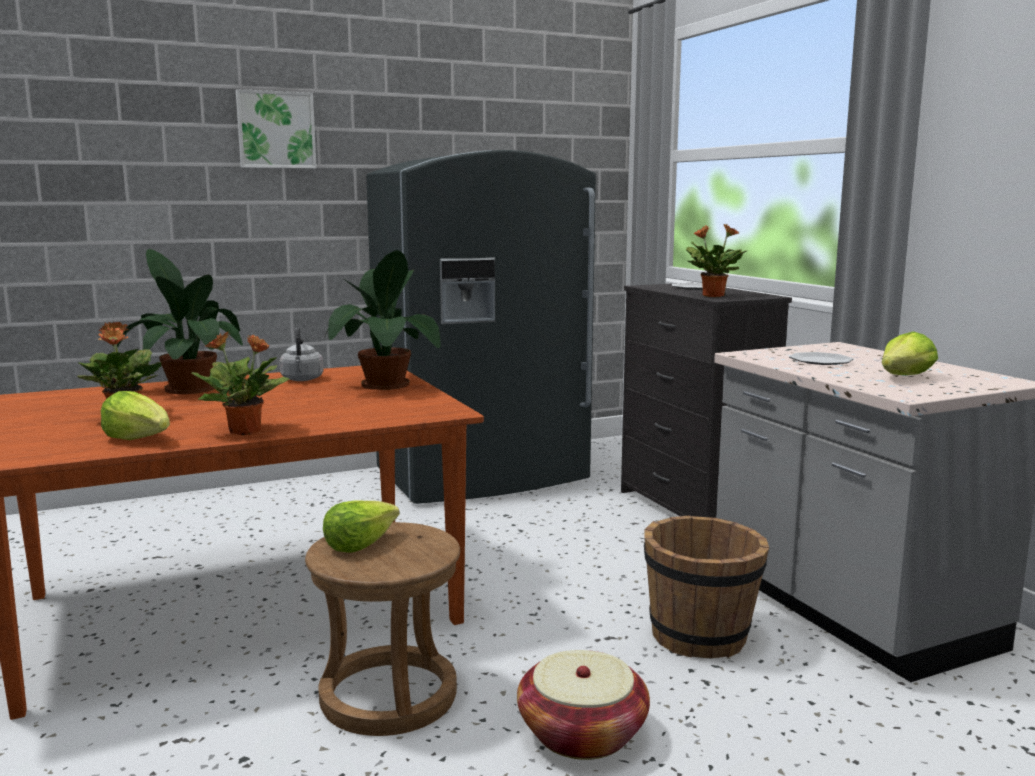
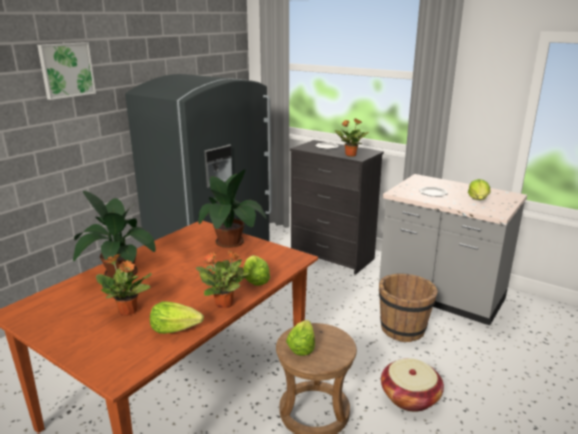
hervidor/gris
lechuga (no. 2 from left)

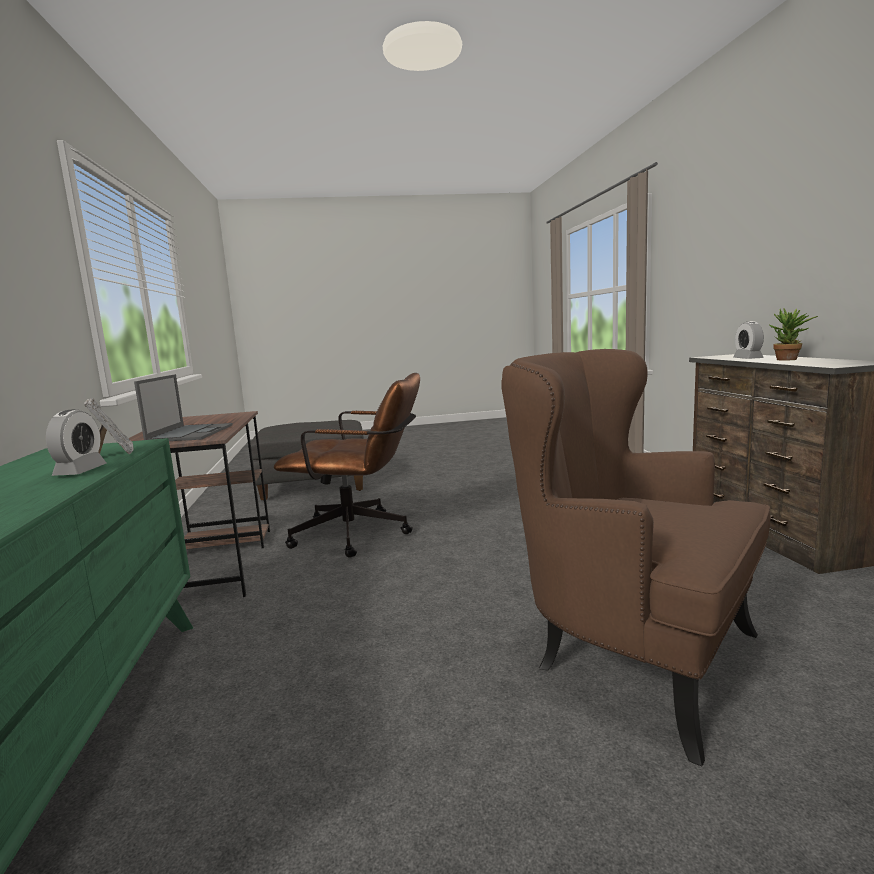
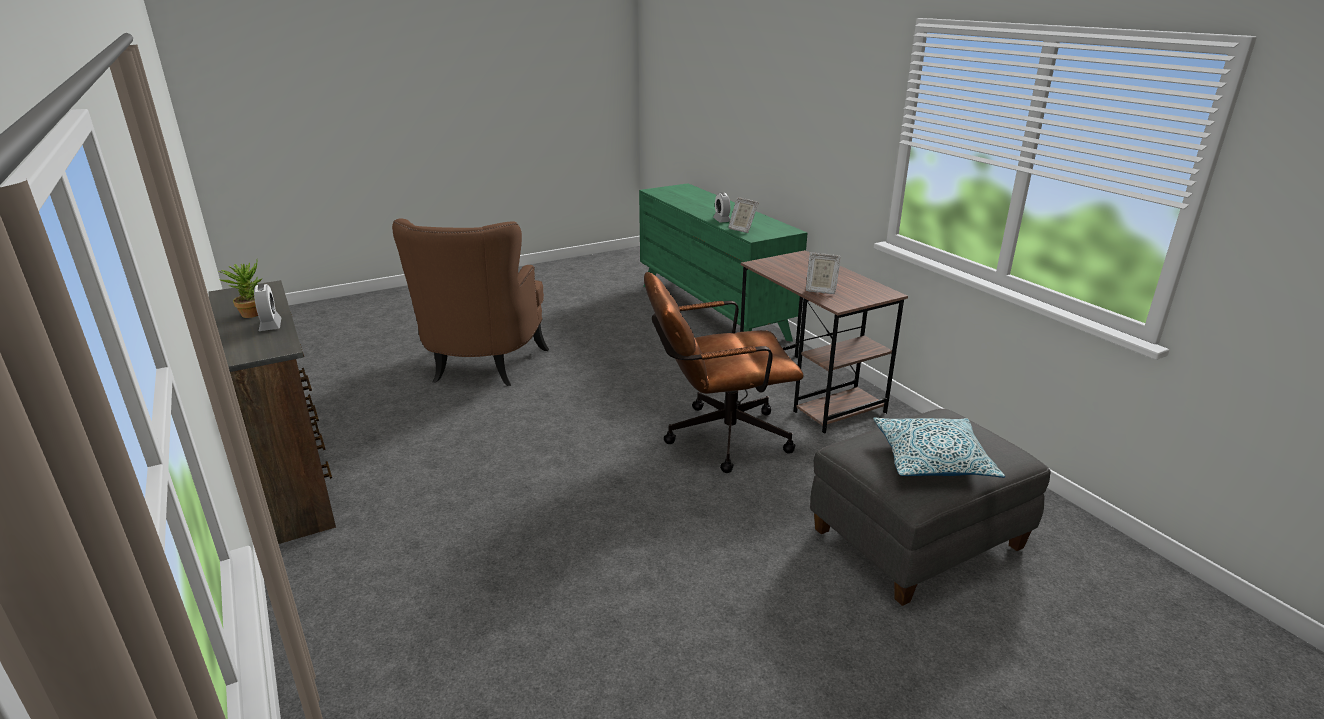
portátil
portarretratos (no. 2 from left)
cojín
sillón/marrón

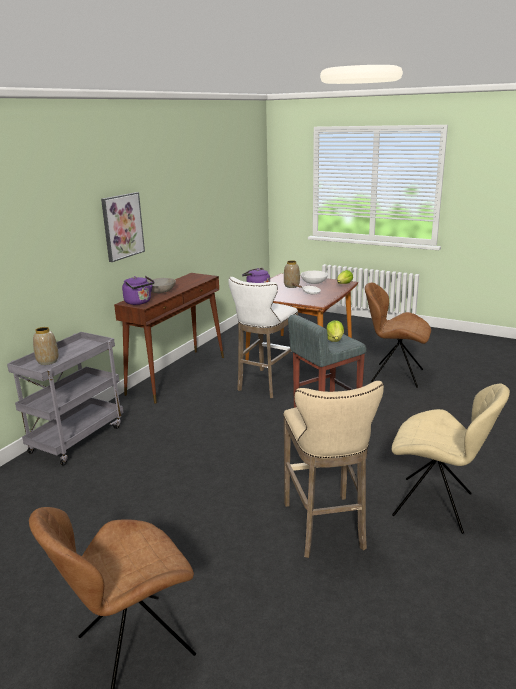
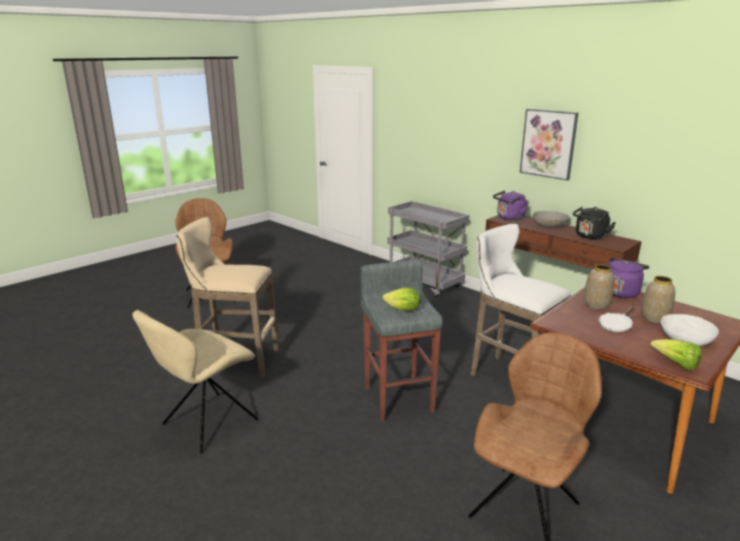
hervidor/negro
florero (no. 1 from left)

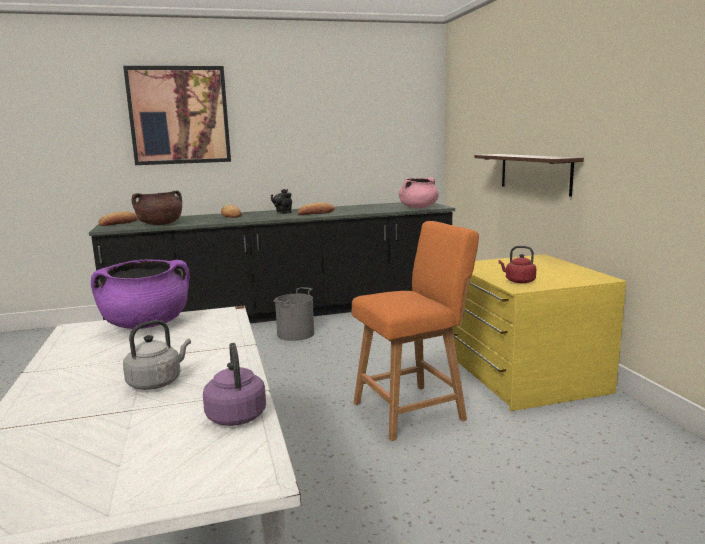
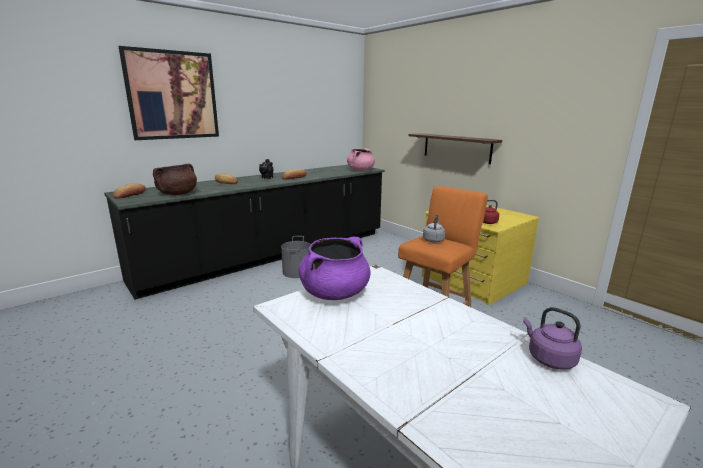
hervidor/gris

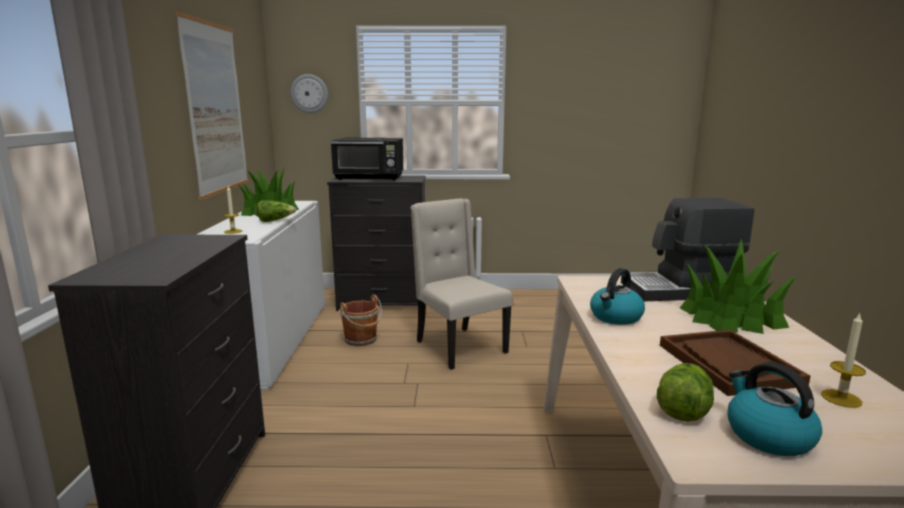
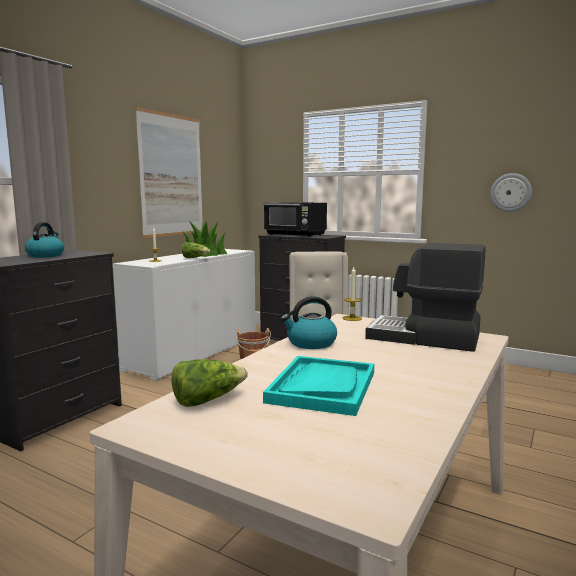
planta en maceta (no. 2 from left in the first image)
reloj de pared
hervidor (no. 1 from left)
vela (no. 2 from left)
bandeja/turquesa

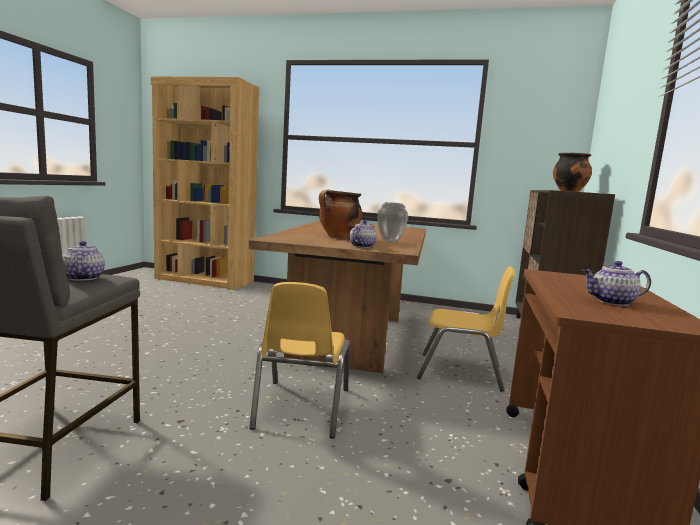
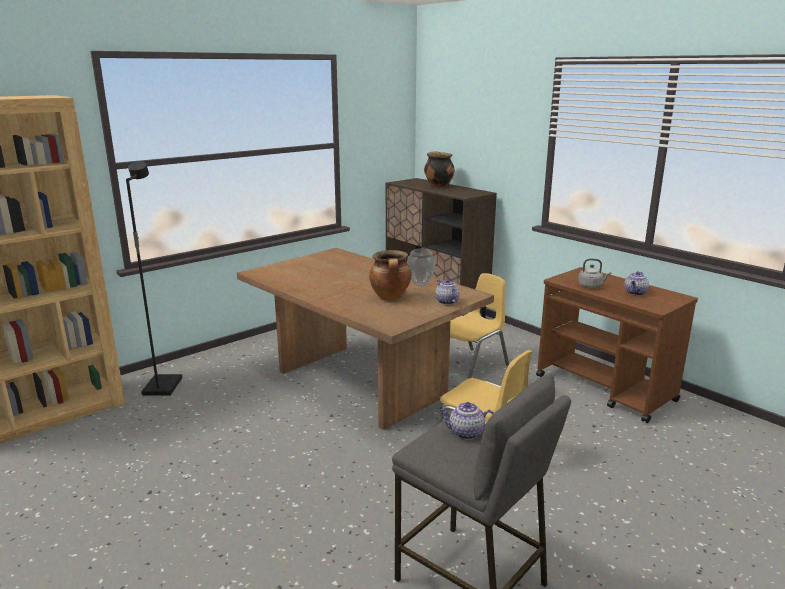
lámpara de pie/negro
hervidor/gris

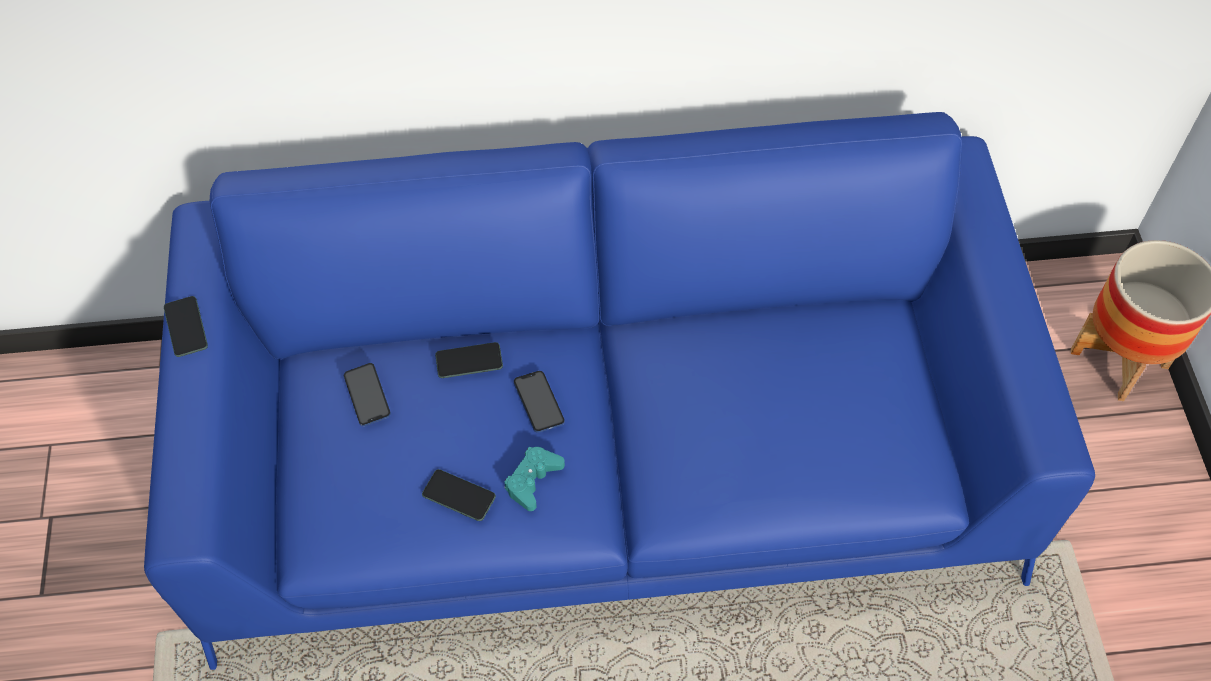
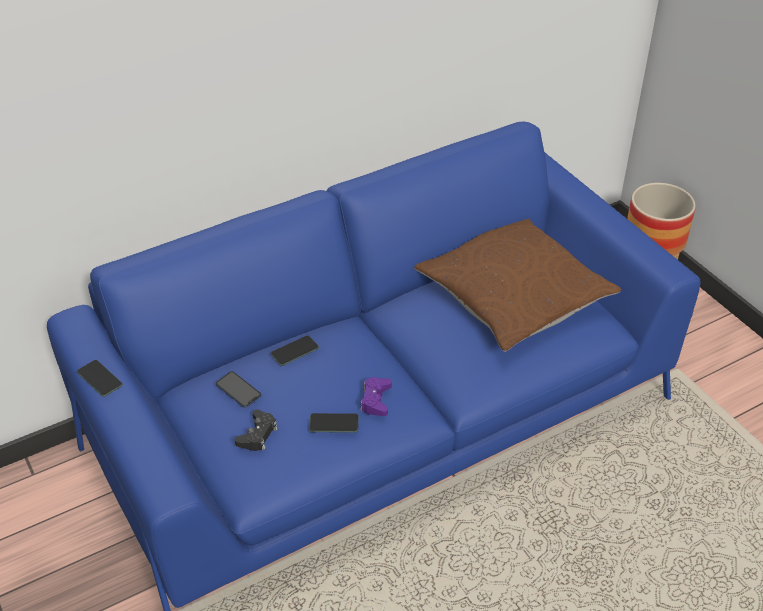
móvil (no. 5 from left in the first image)
mando de consola/negro
cojín/marrón
mando de consola/morado

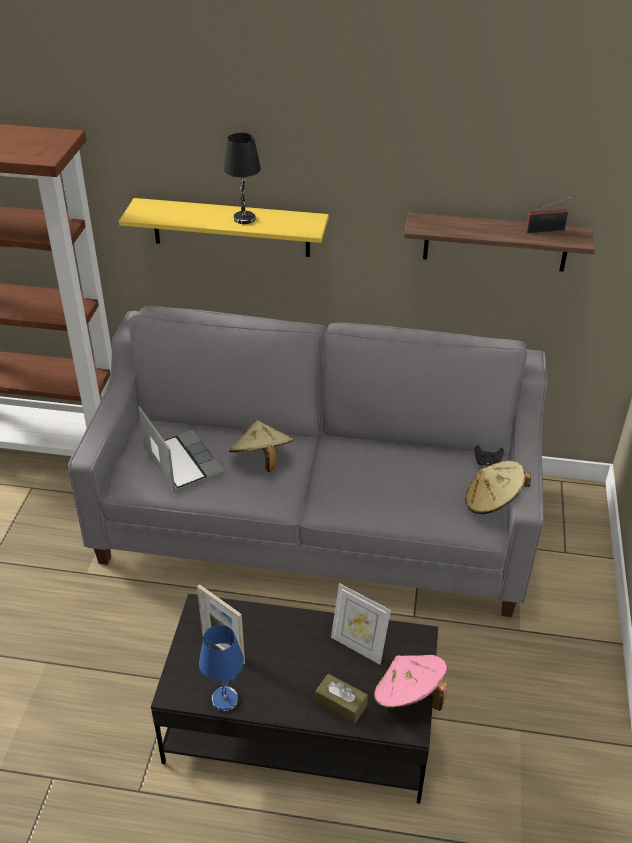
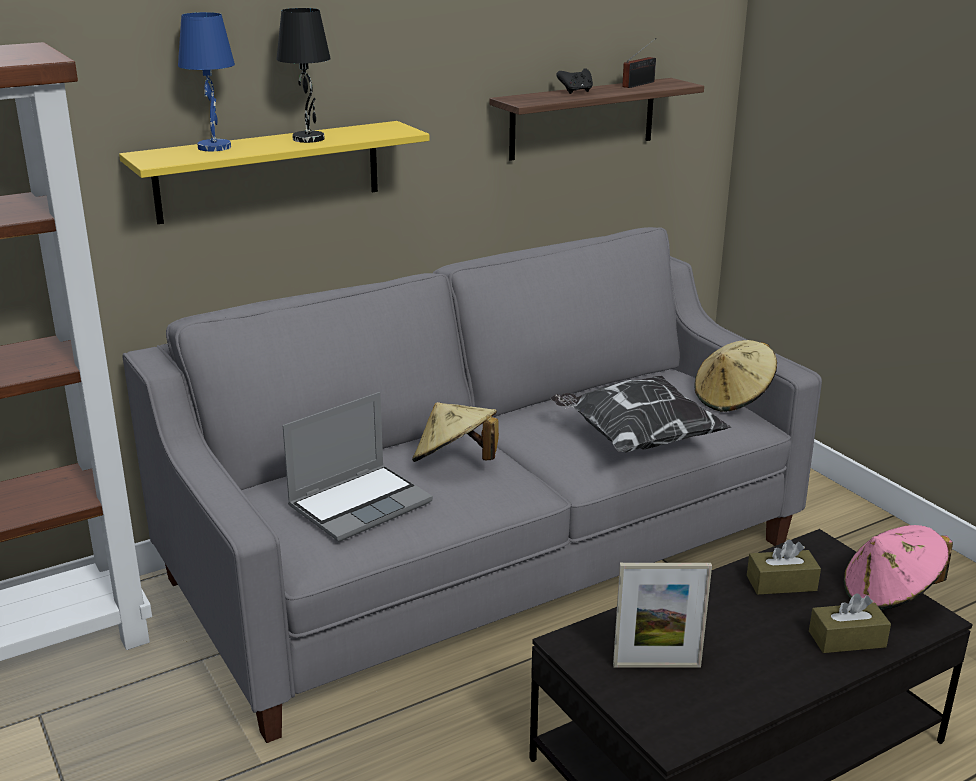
cojín
lámpara de mesa/azul
mando de consola/negro
caja de pañuelos/marrón (no. 1 from left)
portátil

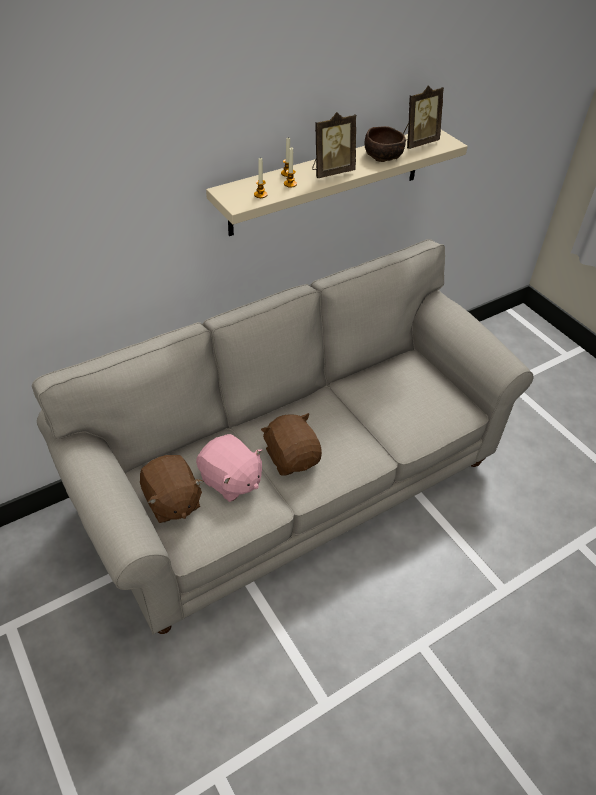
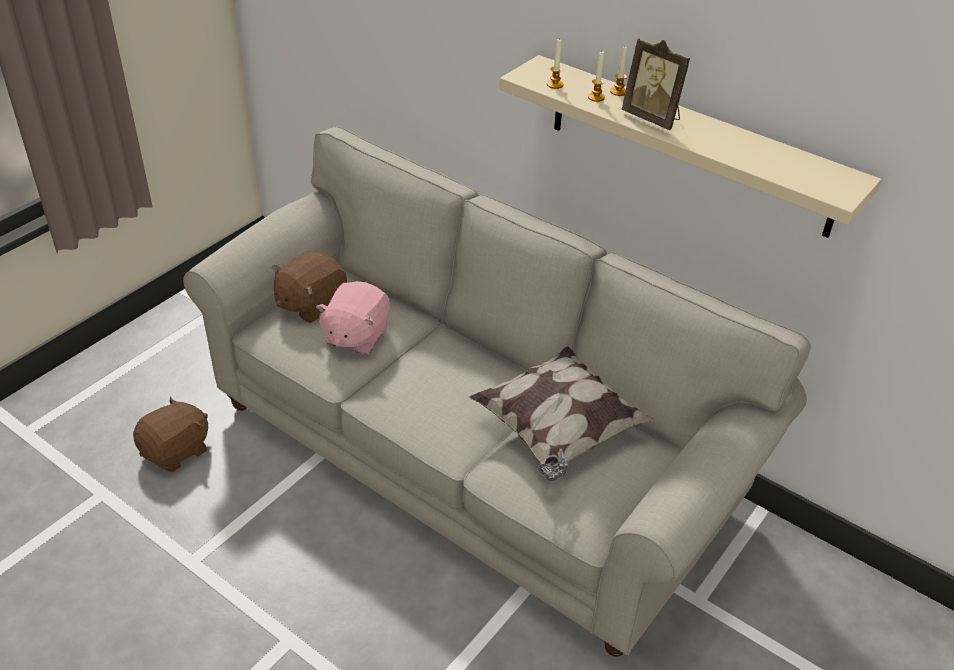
cuenco/marrón
portarretratos (no. 2 from left in the first image)
cojín
peluche/marrón (no. 1 from left)

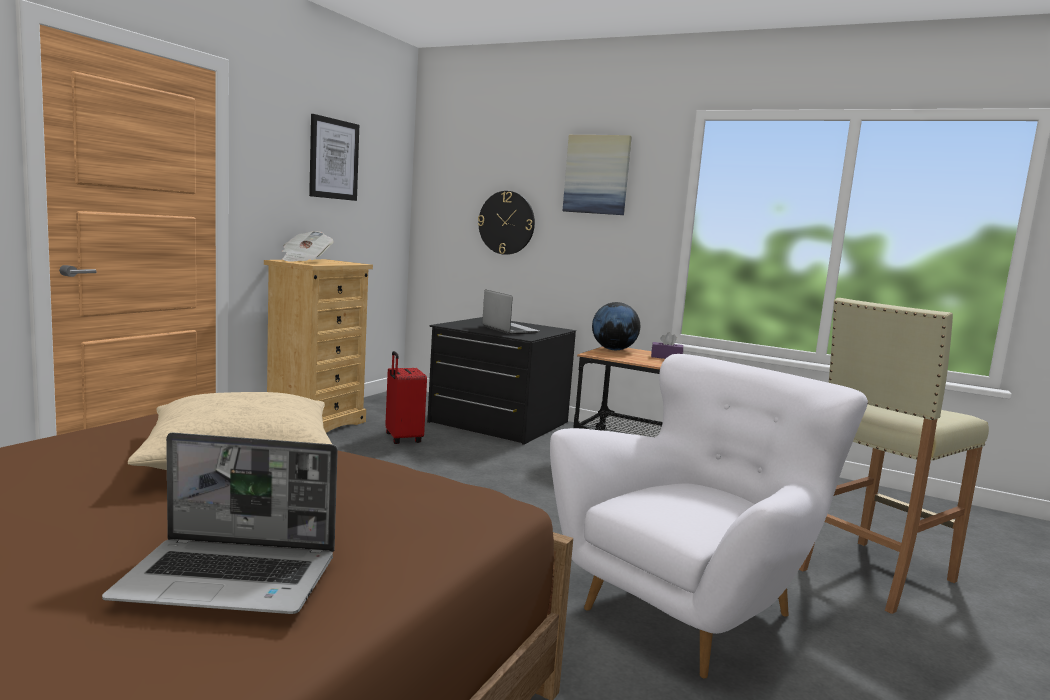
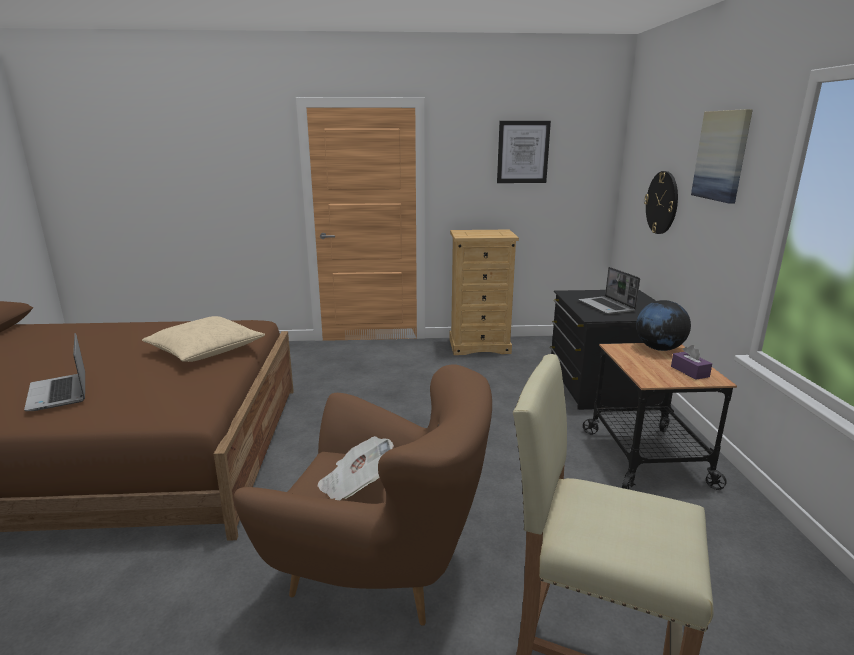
maleta/rojo
periódico
sillón/marrón
portátil (no. 2 from left)

